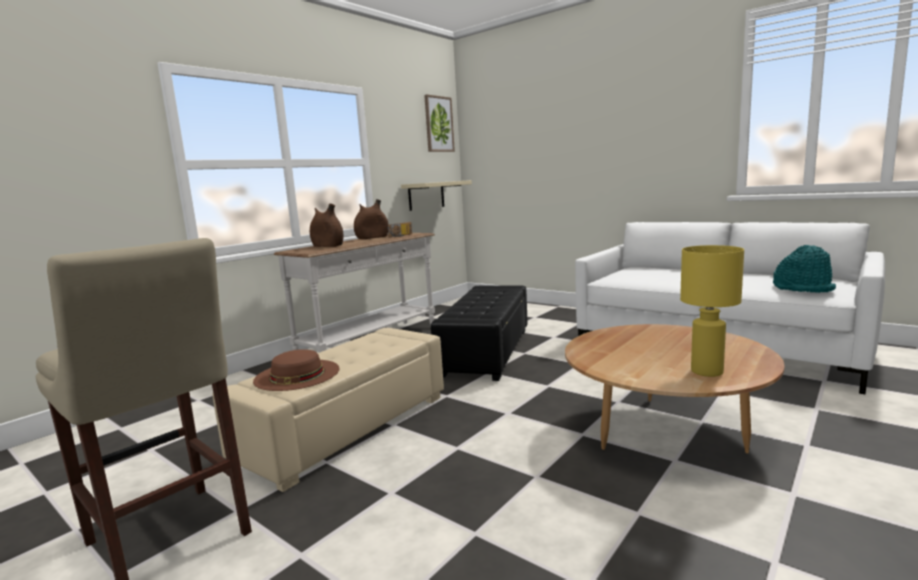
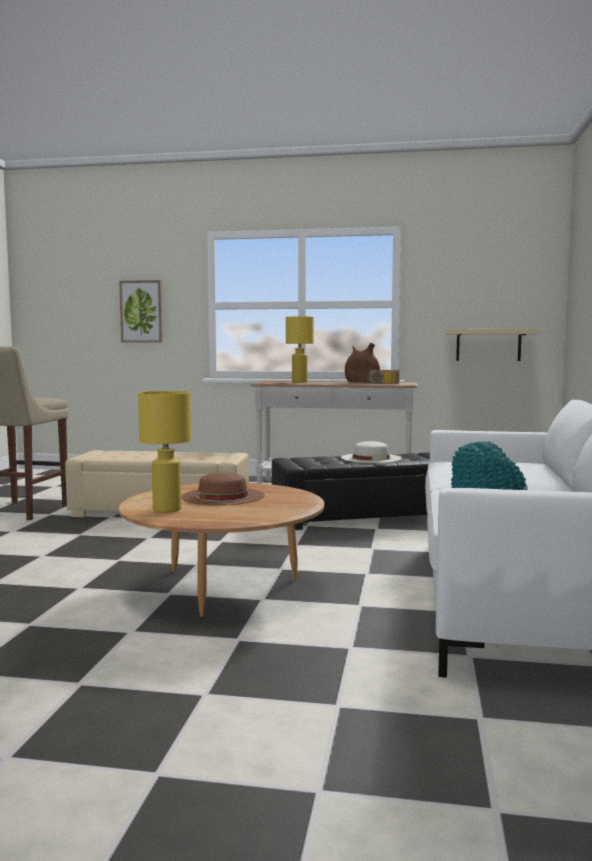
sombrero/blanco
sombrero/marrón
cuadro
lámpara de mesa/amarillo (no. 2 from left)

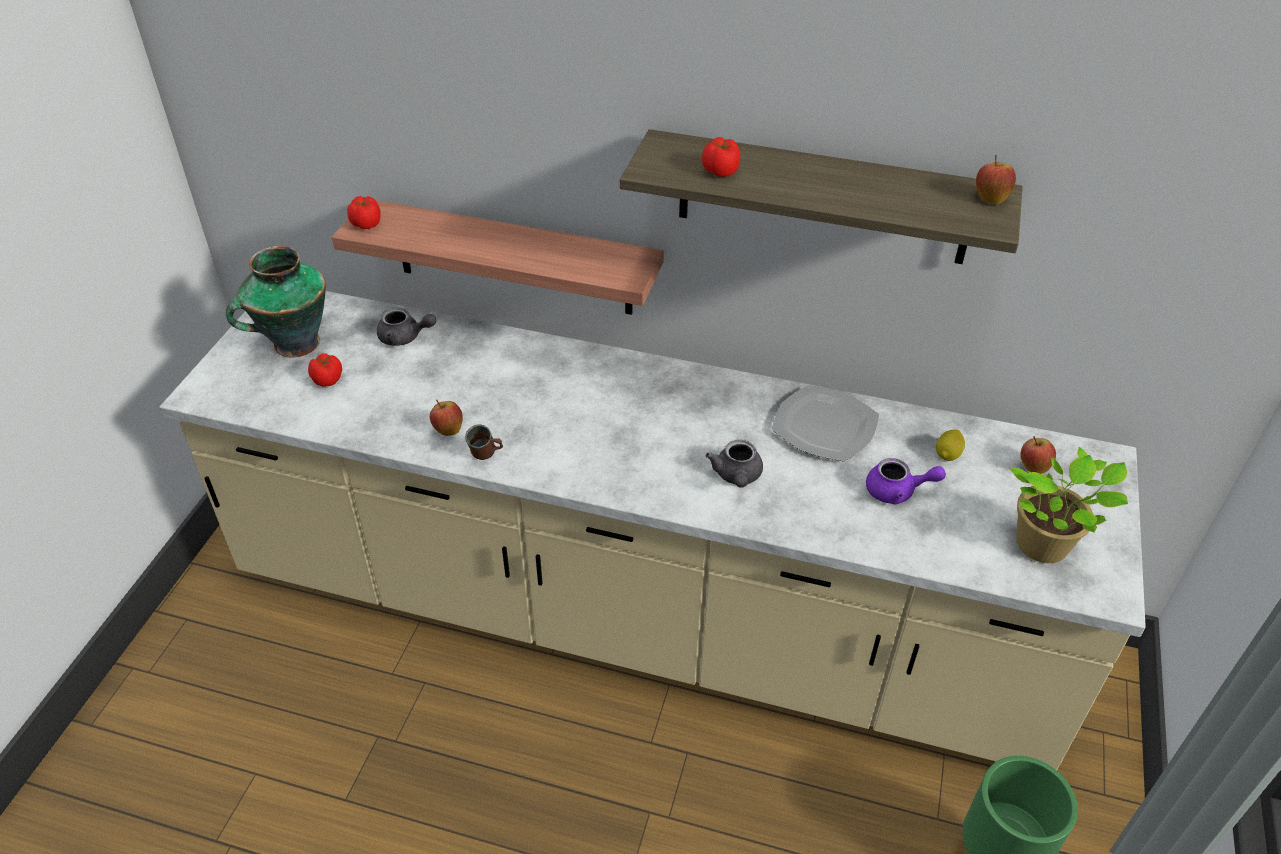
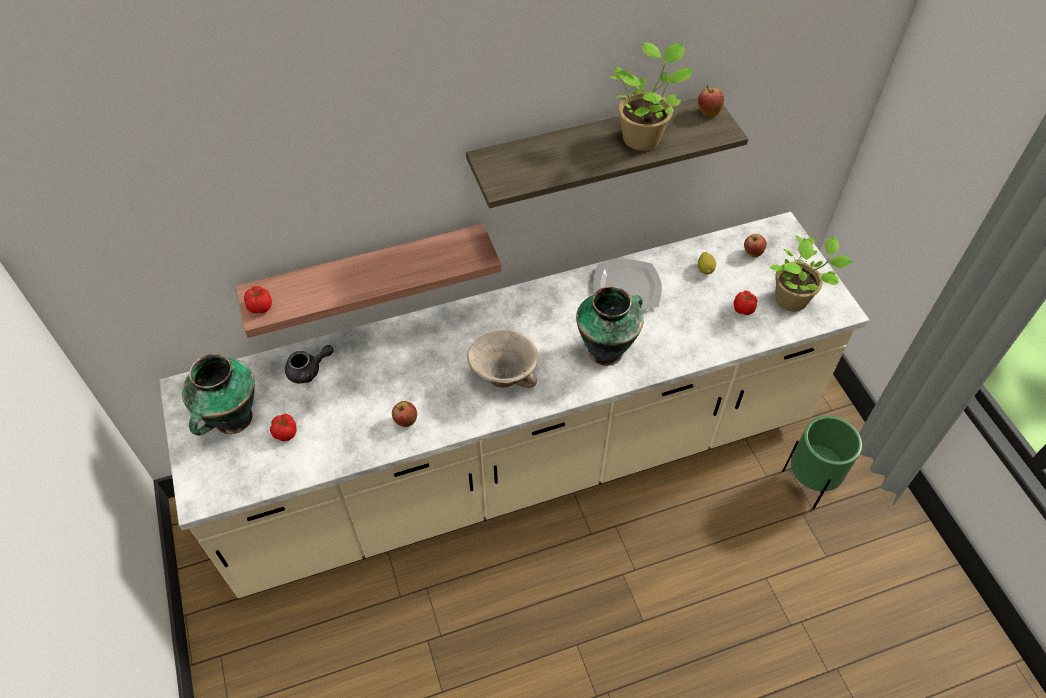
taza grande/marrón
tetera/morado
cuenco/beis
planta en maceta (no. 1 from left)
tomate (no. 3 from left)
florero (no. 2 from left)

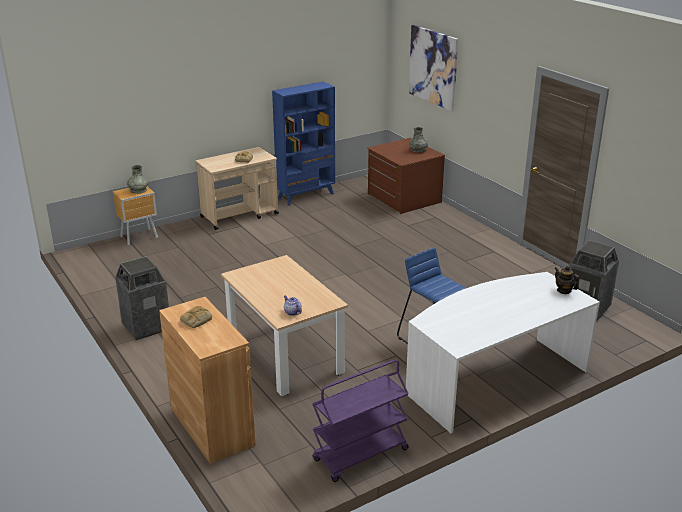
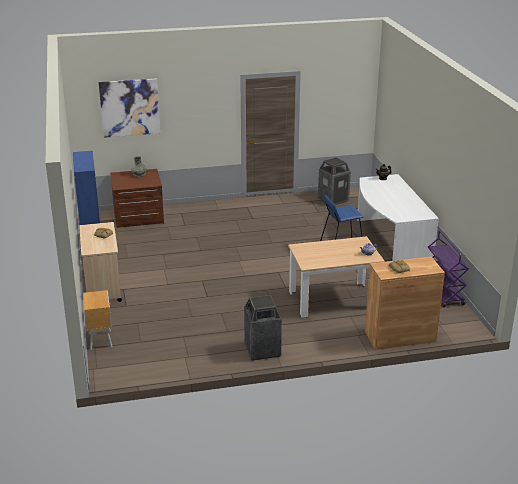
florero/gris (no. 1 from left in the first image)

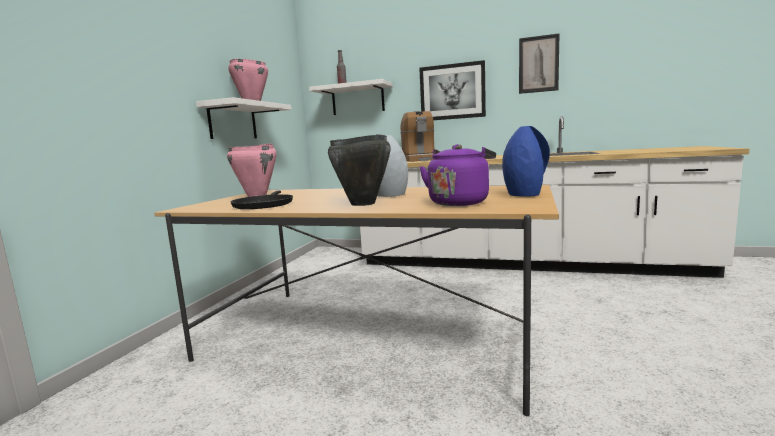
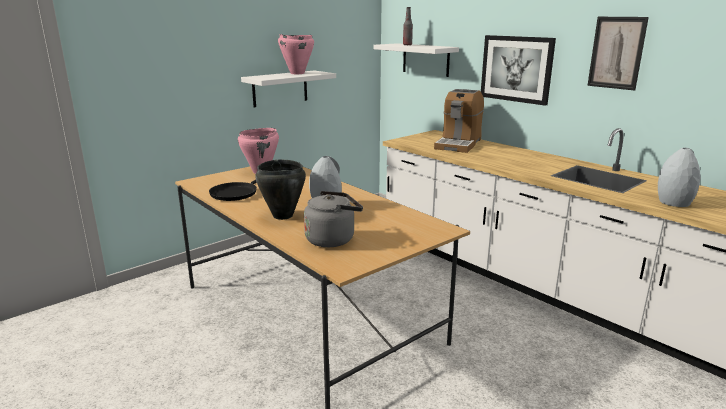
florero/azul
florero/gris (no. 2 from left)
hervidor/gris

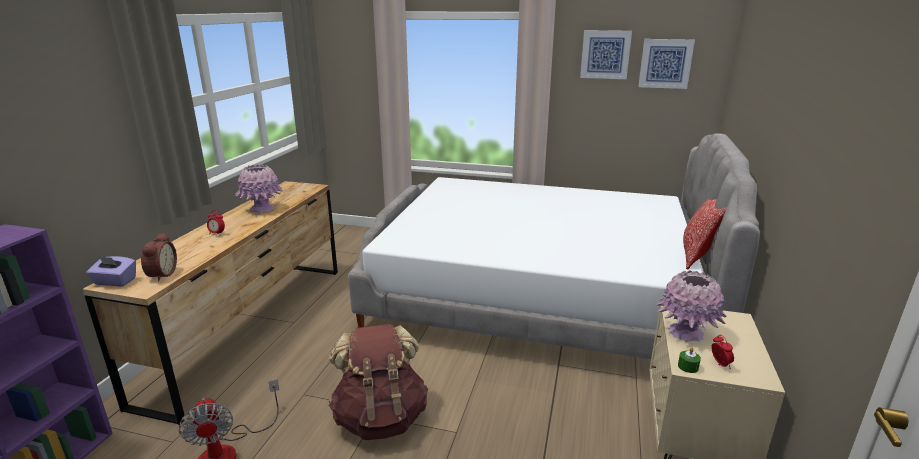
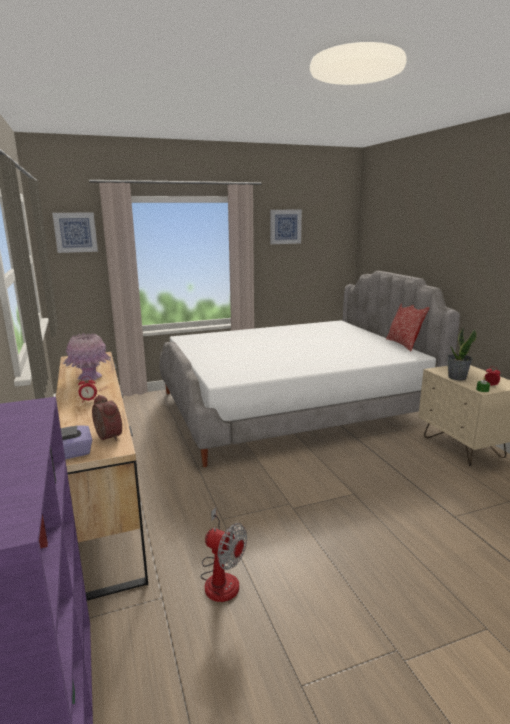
mochila/marrón
cuadro (no. 1 from left)
planta en maceta

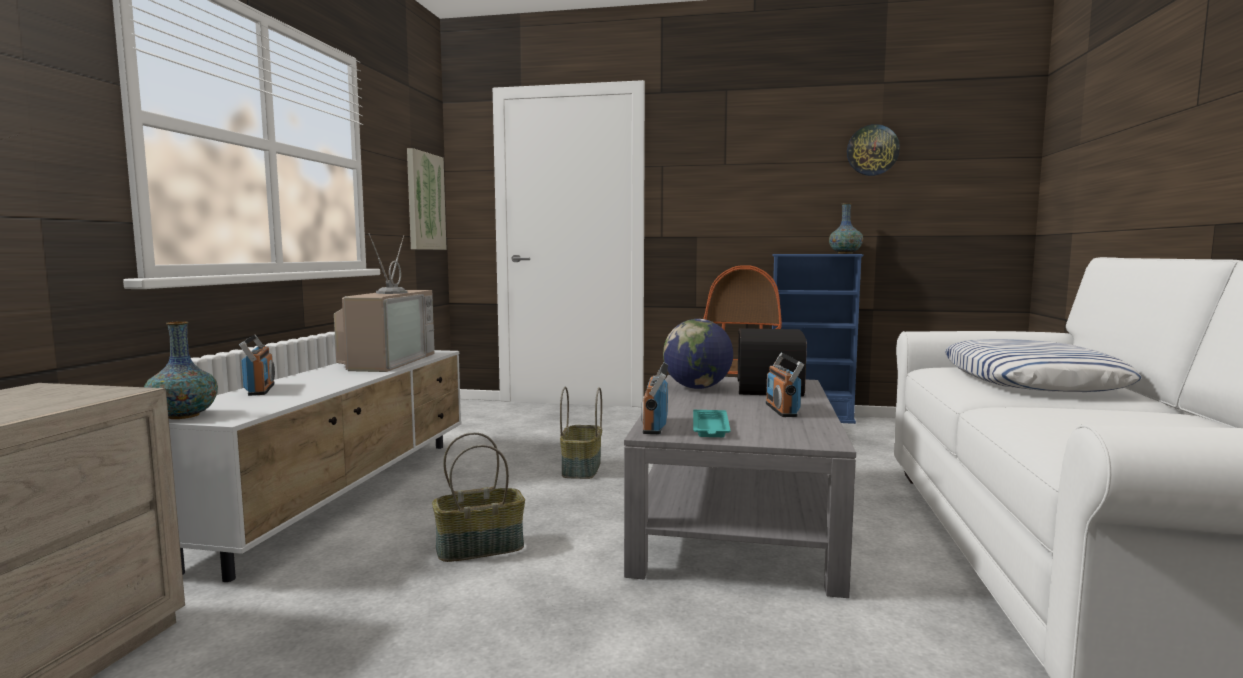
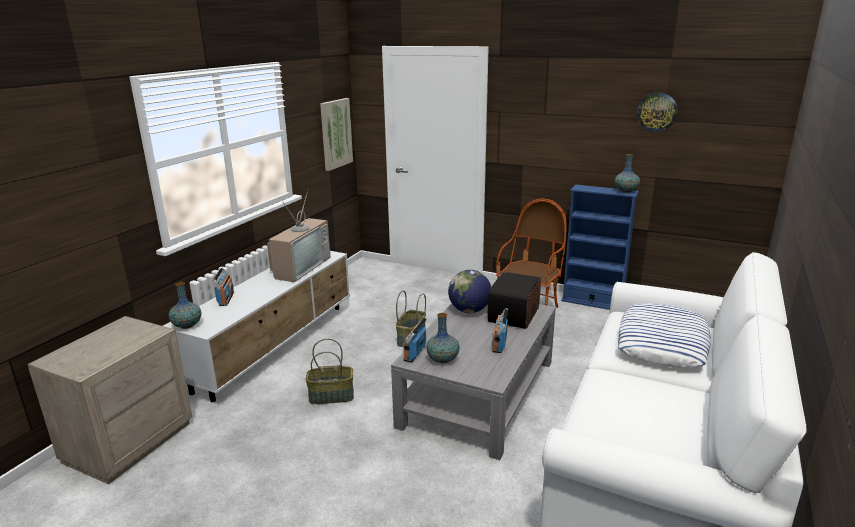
florero (no. 2 from left)

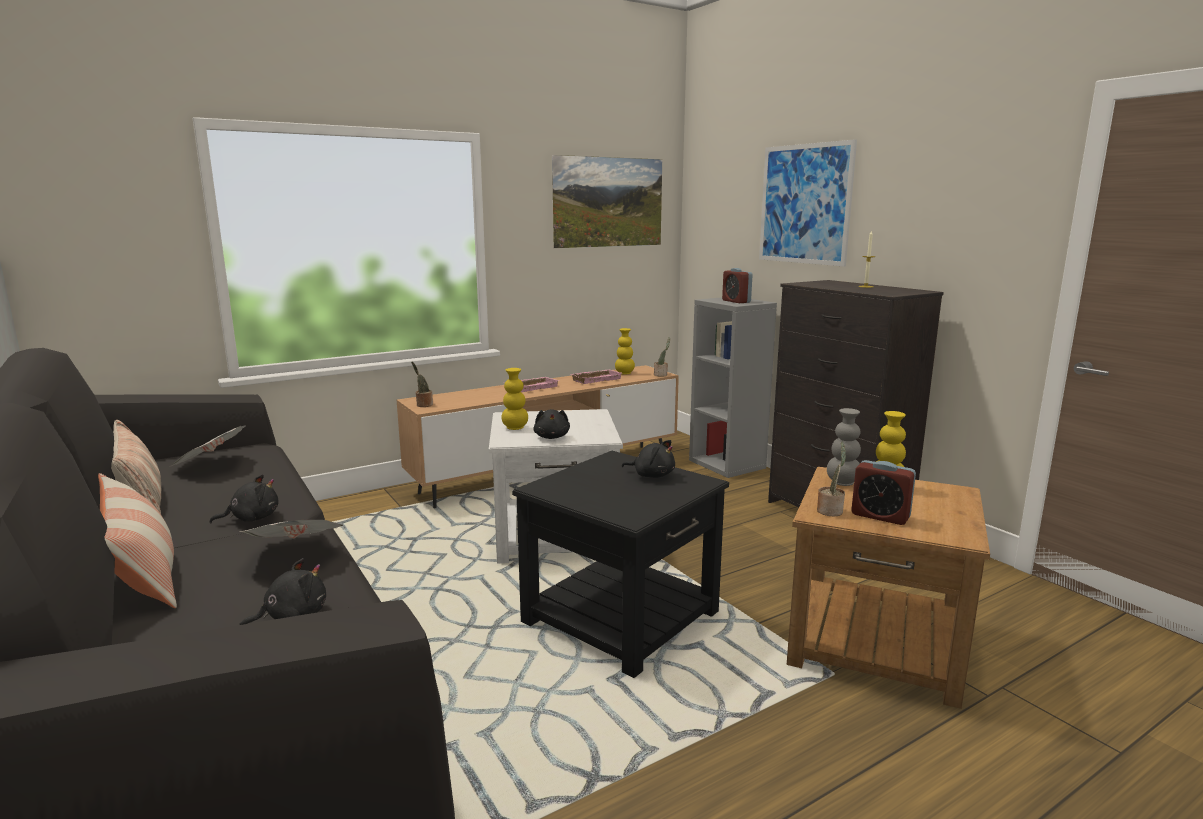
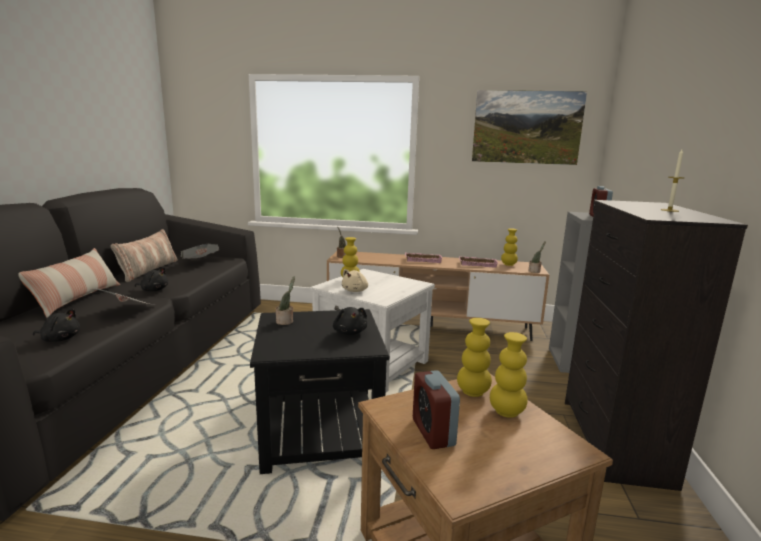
cuadro (no. 2 from left in the first image)
planta en maceta (no. 1 from left)
peluche/beis
florero/amarillo (no. 2 from left)

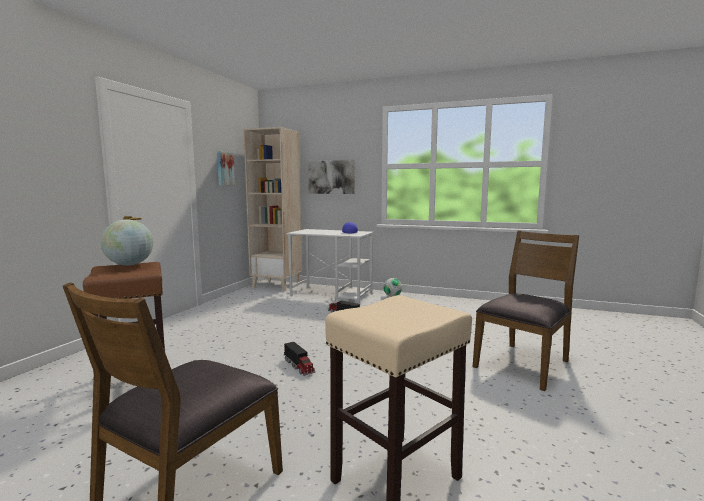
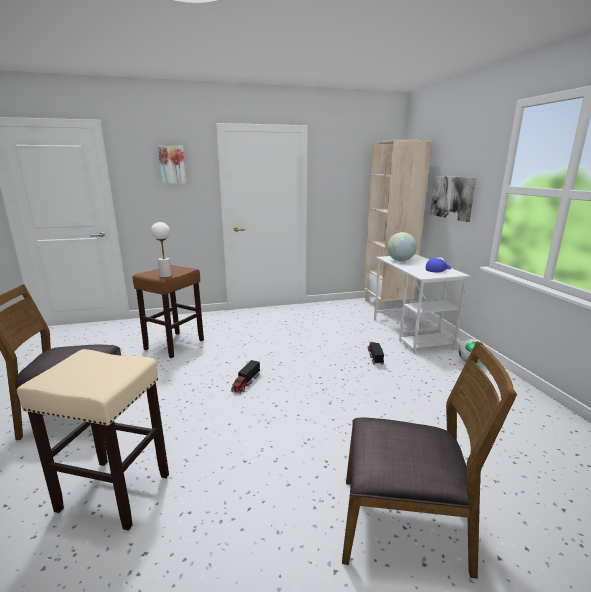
lámpara de mesa/blanco
globo terráqueo
cuadro (no. 1 from left)

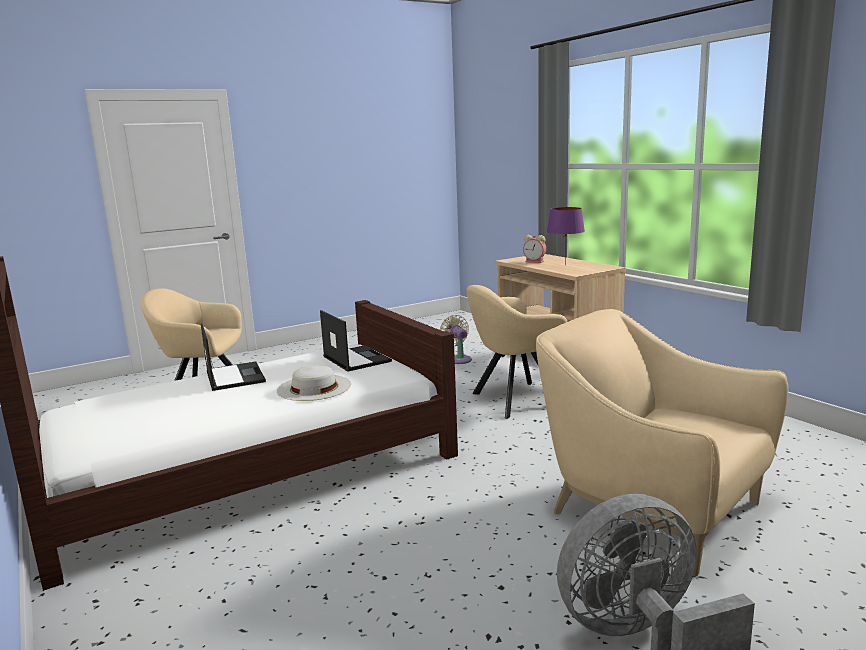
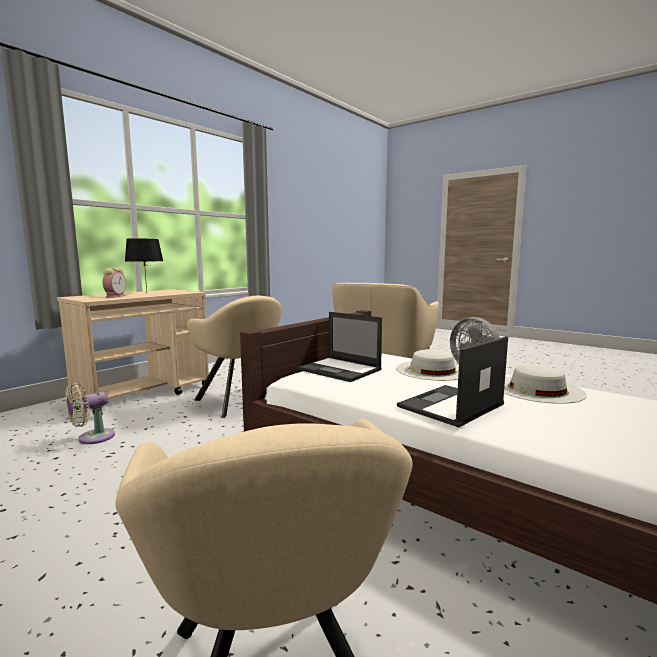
sombrero/blanco (no. 2 from left)
lámpara de mesa/negro
portátil (no. 1 from left)

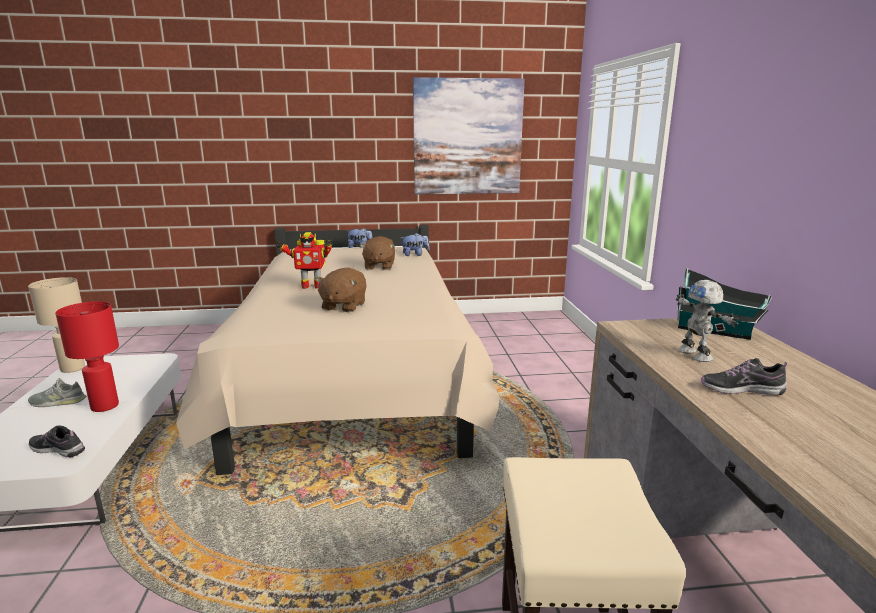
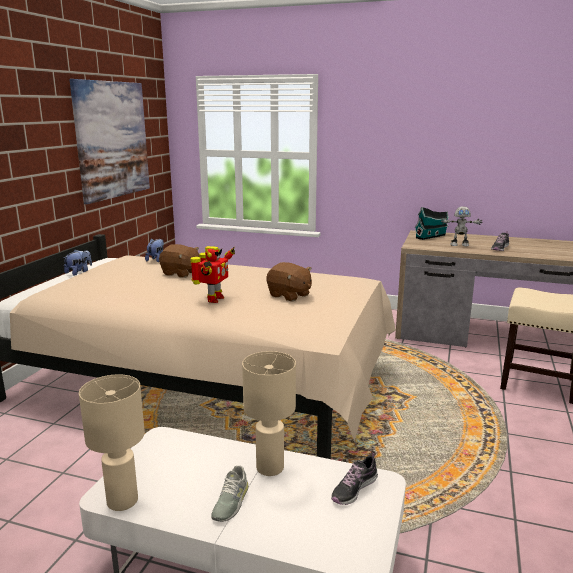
lámpara de mesa/beis (no. 2 from left)

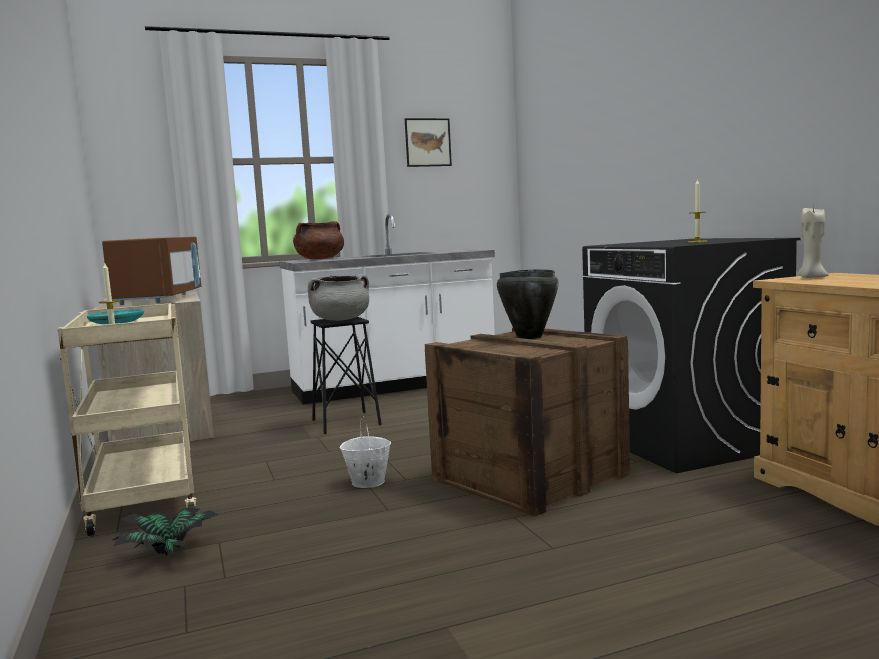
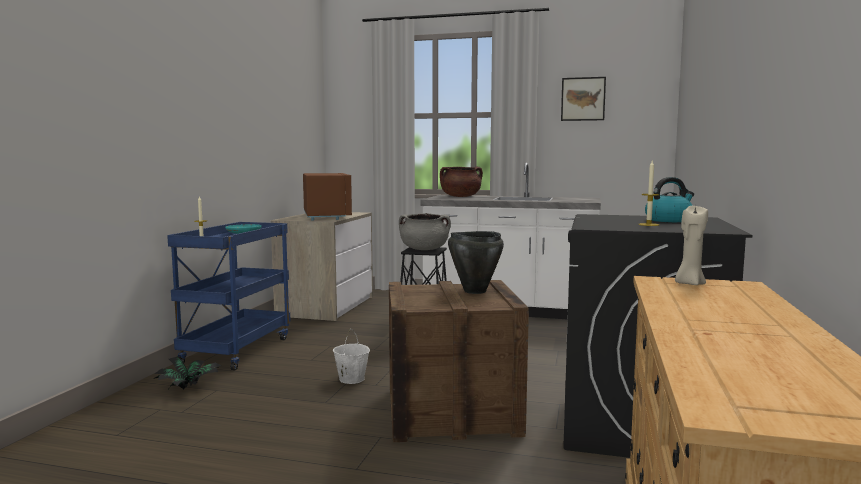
hervidor
carrito/azul
microondas/marrón

